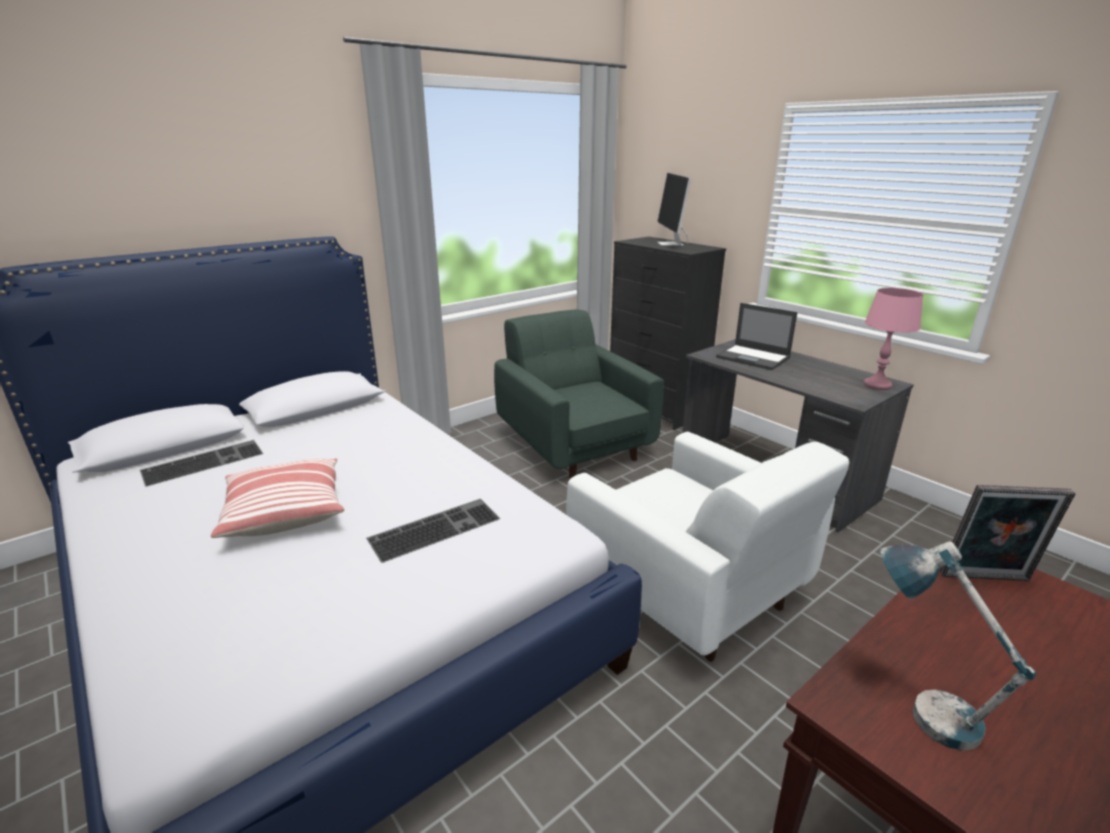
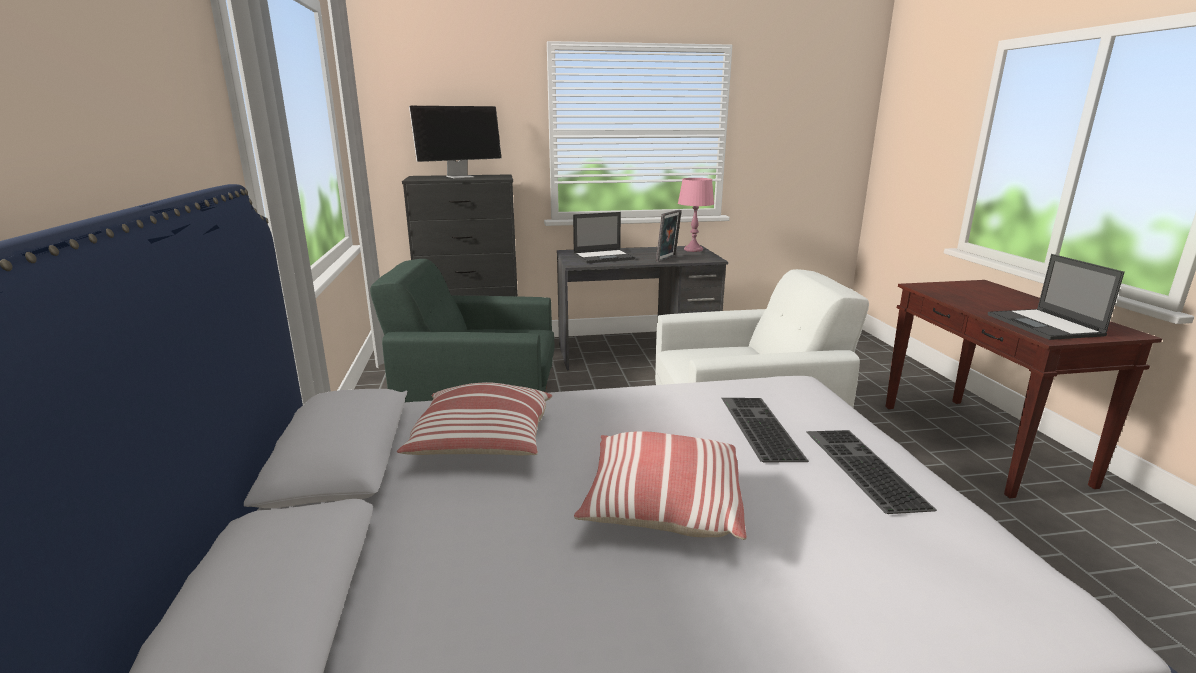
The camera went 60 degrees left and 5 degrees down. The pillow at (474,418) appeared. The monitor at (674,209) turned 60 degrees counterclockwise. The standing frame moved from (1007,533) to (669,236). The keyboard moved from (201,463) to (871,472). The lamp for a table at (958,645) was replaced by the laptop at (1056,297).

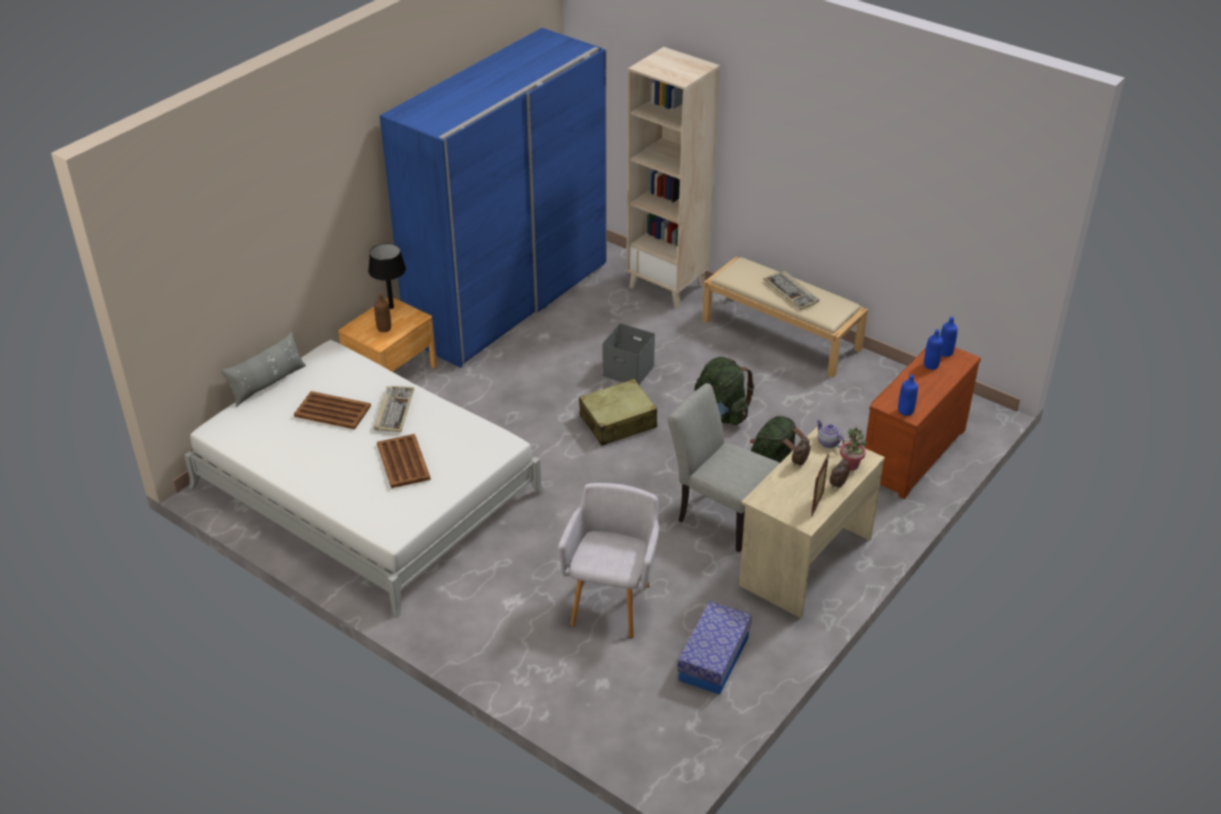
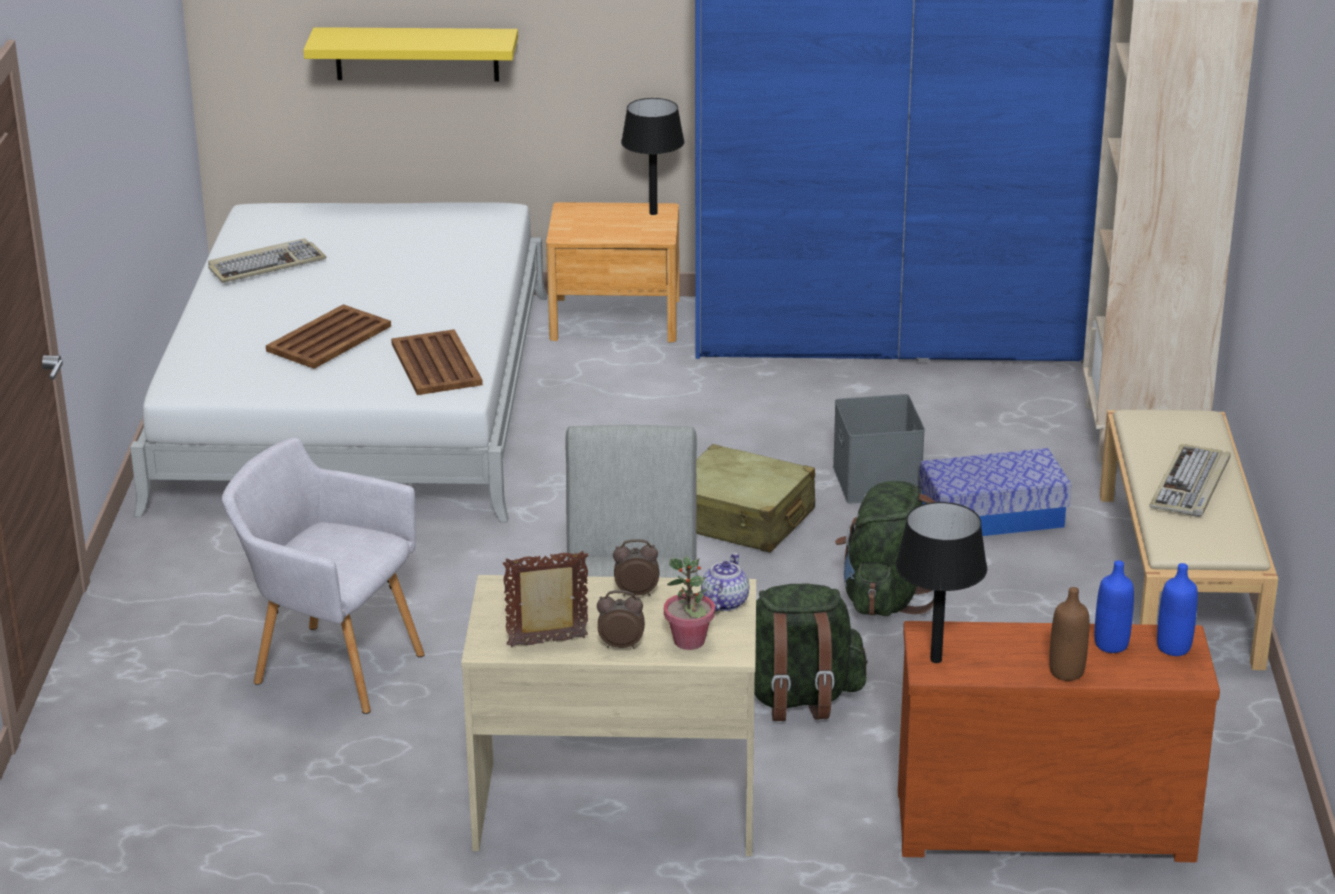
The camera went 55 degrees right and 10 degrees down. The keyboard moved from (394,409) to (267,260). The grey armchair at (608,561) turned 135 degrees counterclockwise. The yellow-coloured shelf at (410,54) appeared. The brown carrying tray moved from (332,410) to (437,362). The blue-coloured bottle at (908,395) was replaced by the black lamp for a table at (941,582). The storage bin moved from (714,648) to (995,492). The brown bottle moved from (382,313) to (1069,634). The grey pillow at (263,369) disappeared.

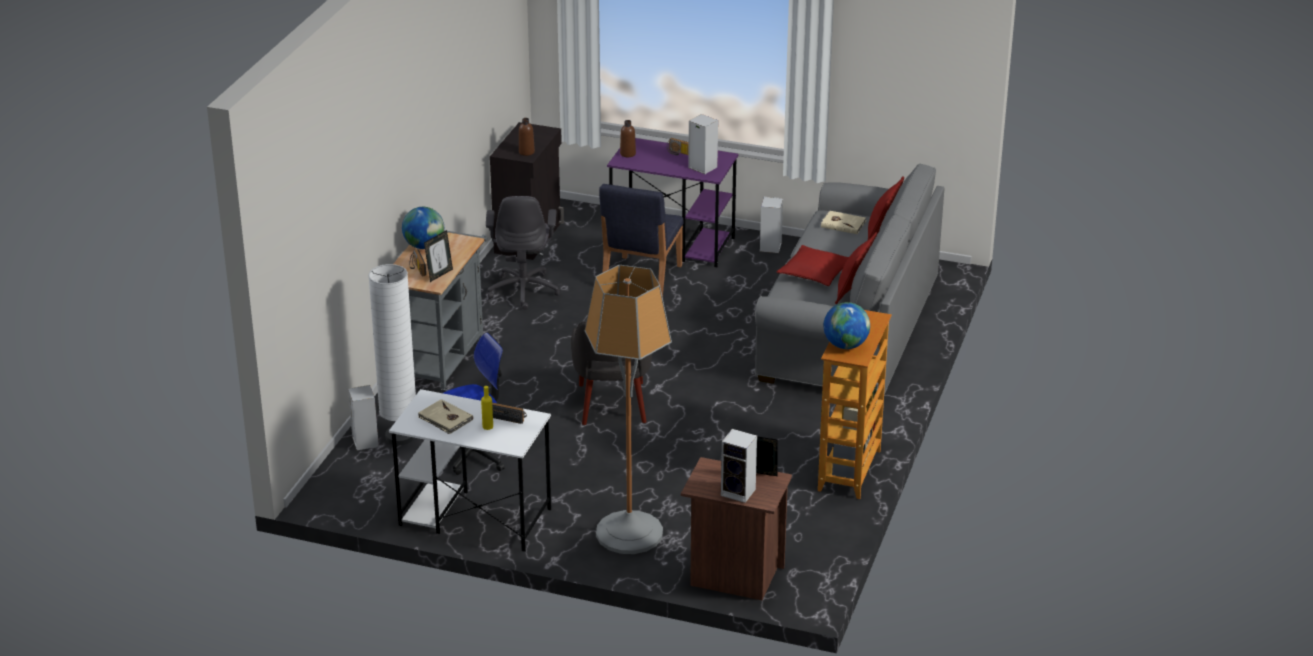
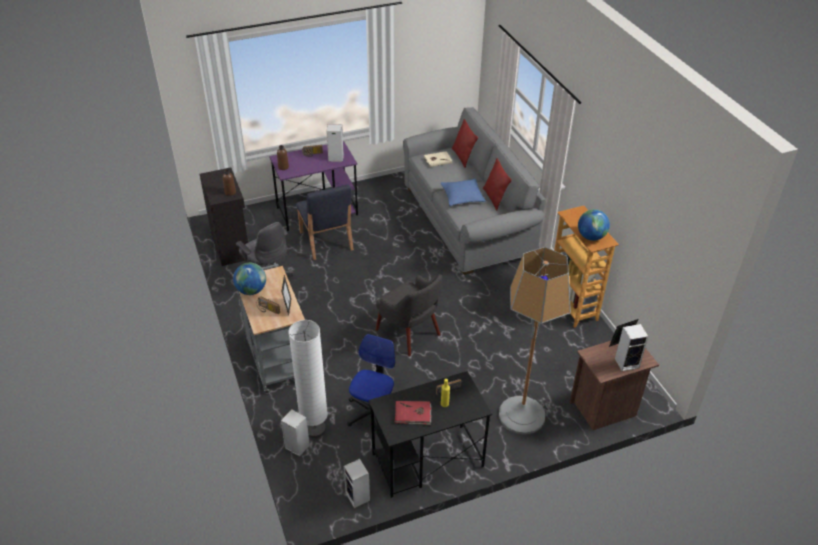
The camera went 40 degrees left and 10 degrees up. The speaker moved from (771,225) to (357,483). The white-coloured desk at (470,470) became the black desk at (430,434). The beige volume at (445,416) became the red volume at (413,413). The red pillow at (812,265) became the blue-coloured pillow at (463,192).

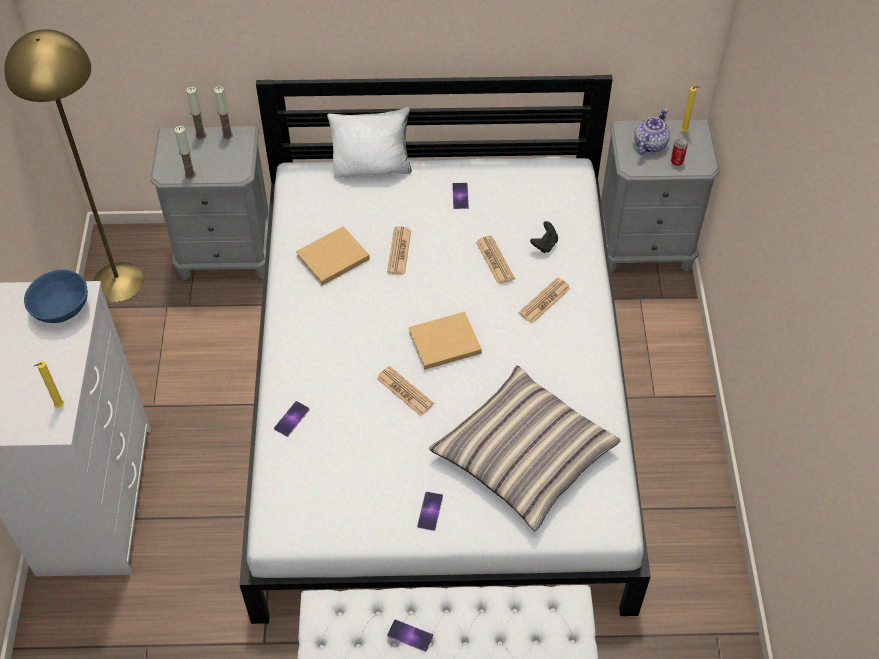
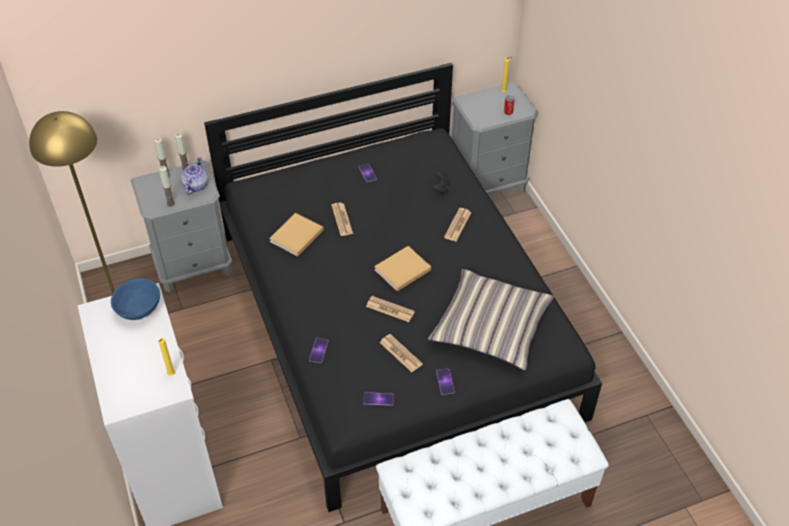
The camera went 20 degrees left and 5 degrees down. The tea pot moved from (652,131) to (194,176). The white-coloured bedroom bed at (445,349) became the black bedroom bed at (403,287). The handset moved from (410,635) to (378,399). The daily paper moved from (495,260) to (401,353). The white-coloured pillow at (369,142) disappeared.

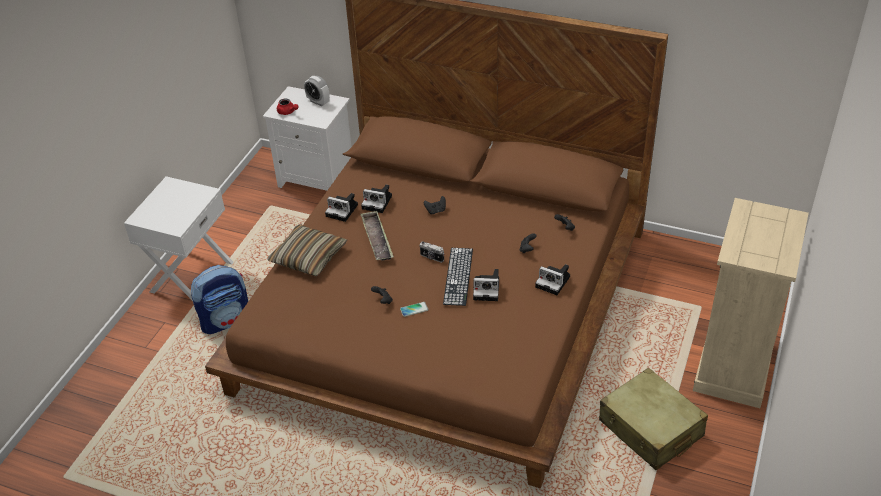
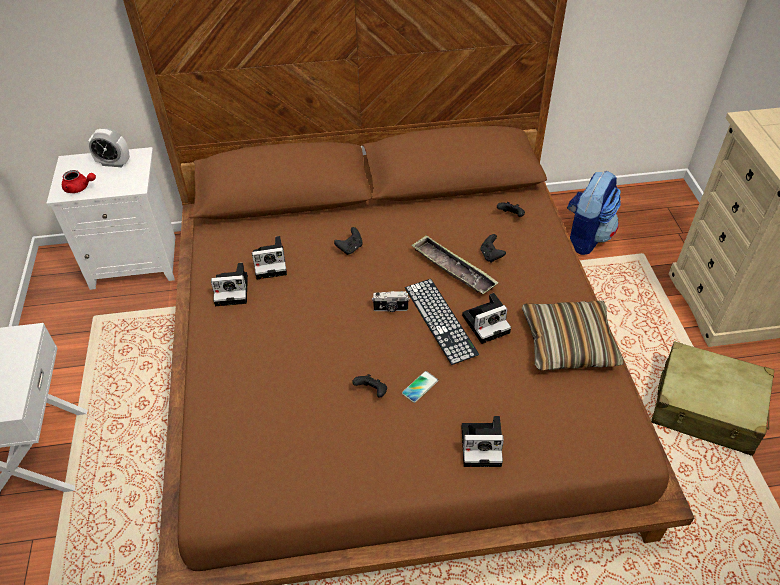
The camera went 30 degrees left and 5 degrees up. The carrying tray moved from (377,236) to (455,264). The still camera moved from (552,279) to (482,441). The pillow moved from (307,250) to (573,335). The rucksack moved from (219,299) to (594,213).

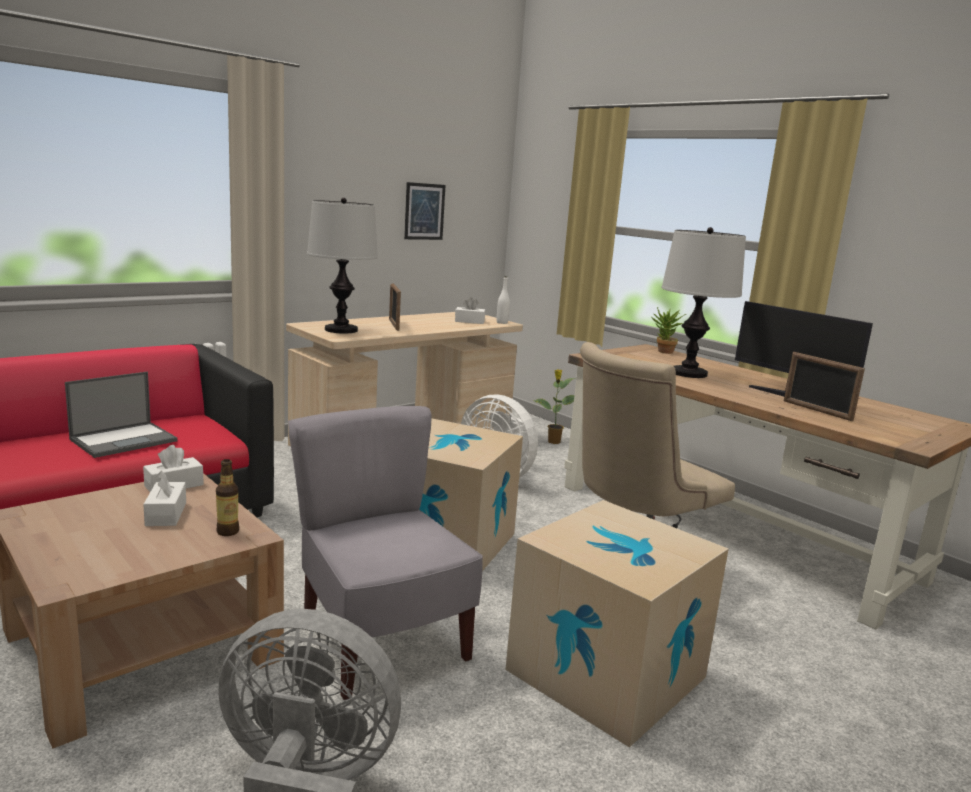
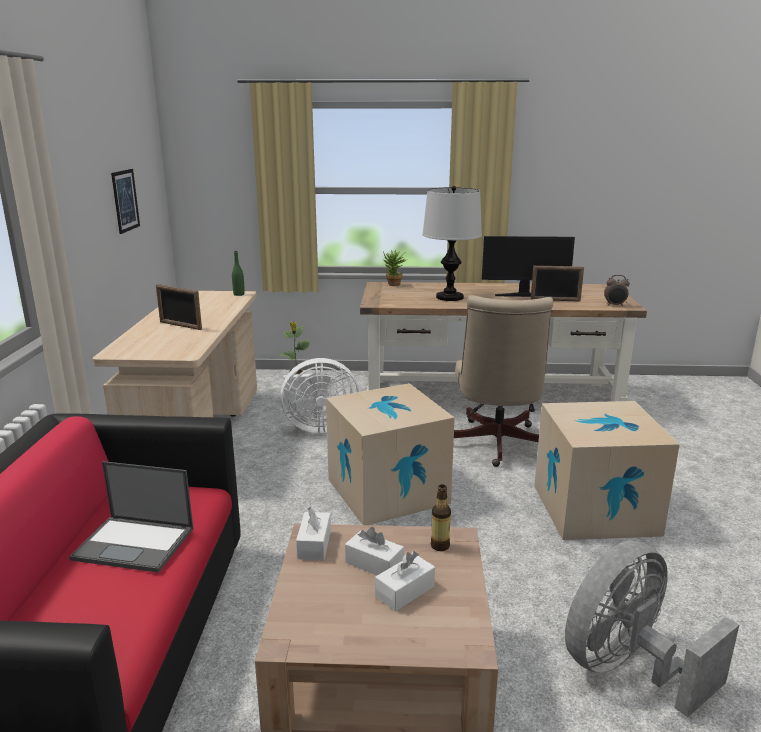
The camera went 45 degrees left and 5 degrees up. The laptop at (121,415) turned 105 degrees clockwise. The white-coloured bottle at (503,300) became the green bottle at (238,273). The white-coloured tissue holder moved from (470,310) to (405,581). The bedside clock at (617,290) appeared. The grey chair at (385,553) disappeared. The lamp for a table at (342,266) disappeared.

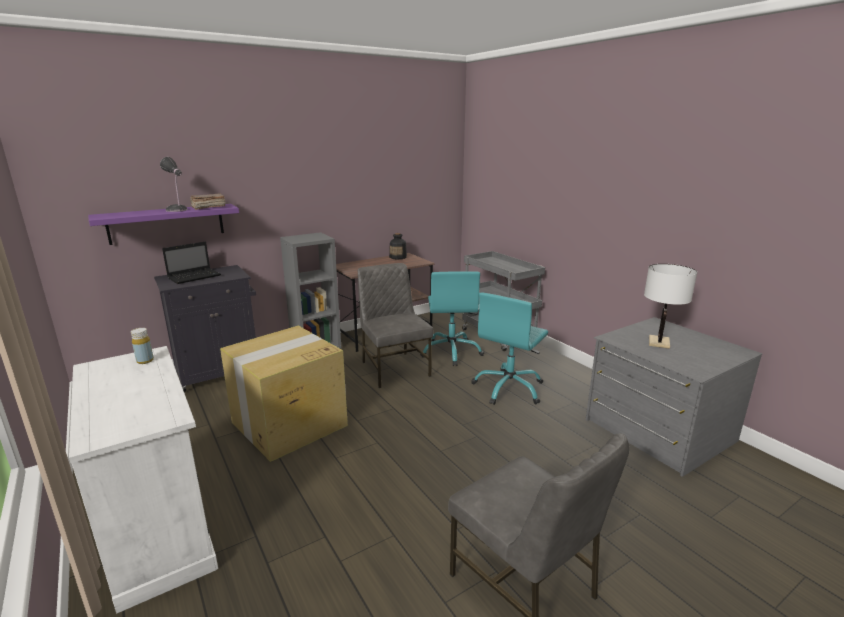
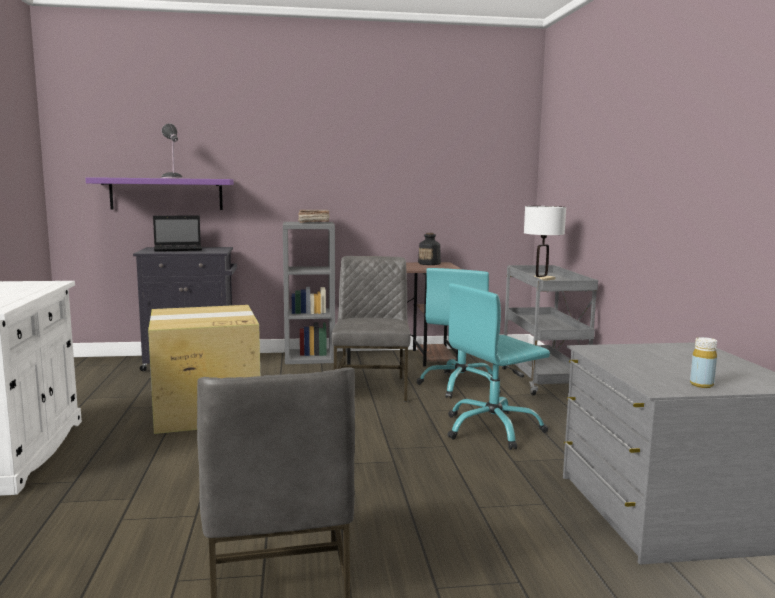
The camera went 25 degrees right and 10 degrees down. The brown volume moved from (208,202) to (314,216). The white-coloured lamp for a table moved from (670,306) to (545,243). The yellow-coloured bottle moved from (142,346) to (703,362).

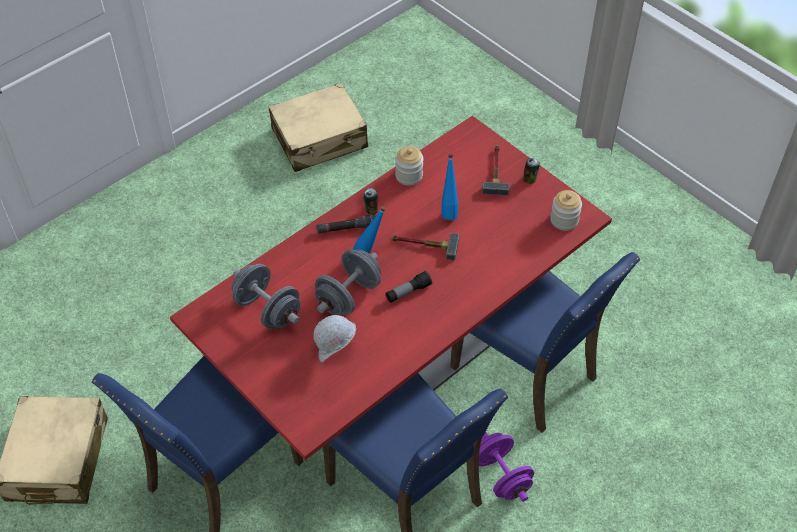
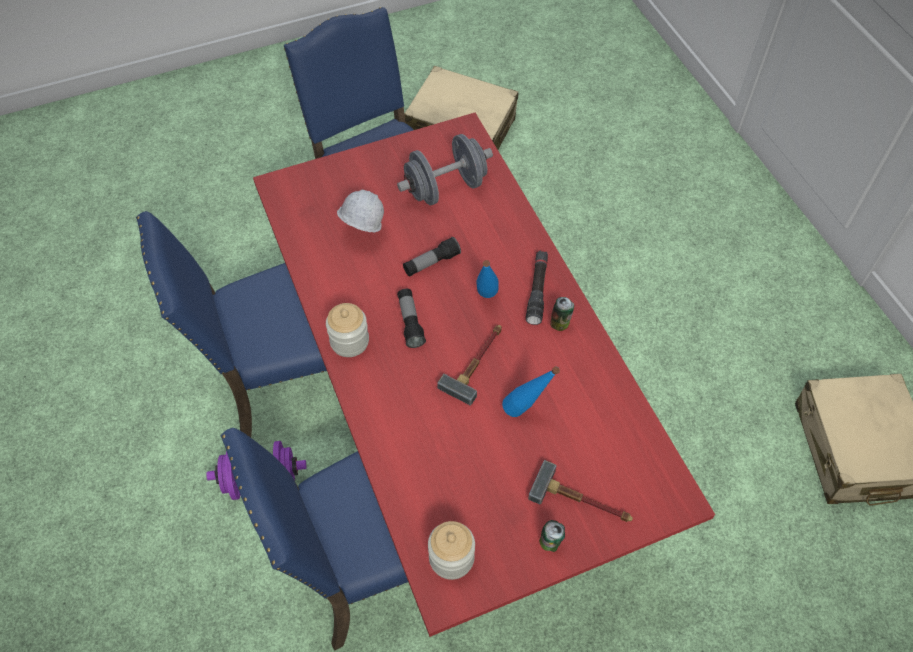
The camera went 110 degrees right and 5 degrees up. The storage jar moved from (409,166) to (347,330). The grey hand weight at (348,282) was replaced by the flashlight at (432,257).

